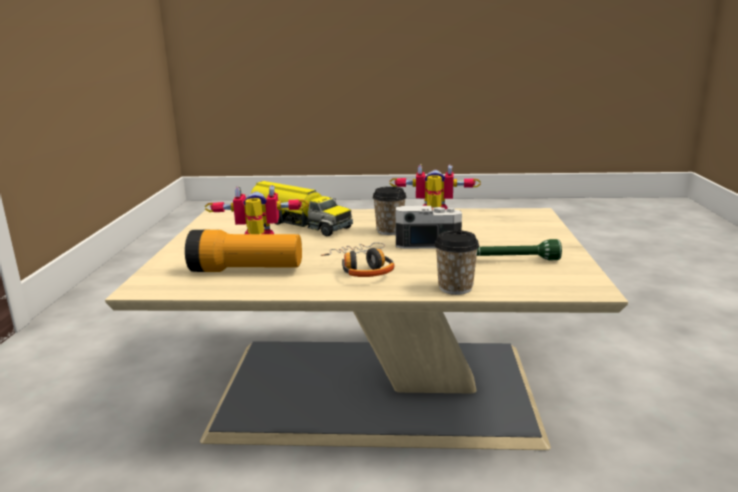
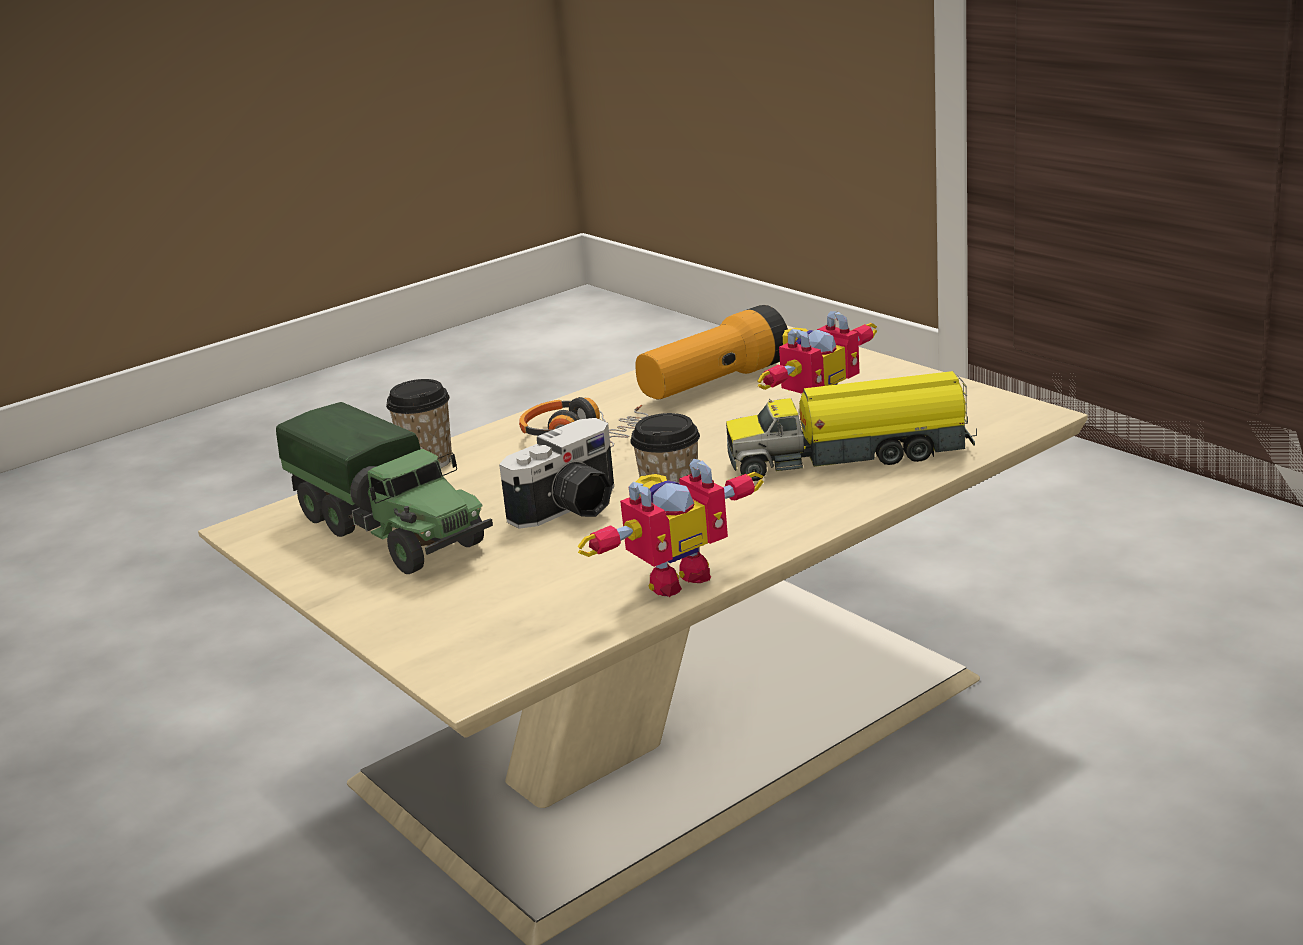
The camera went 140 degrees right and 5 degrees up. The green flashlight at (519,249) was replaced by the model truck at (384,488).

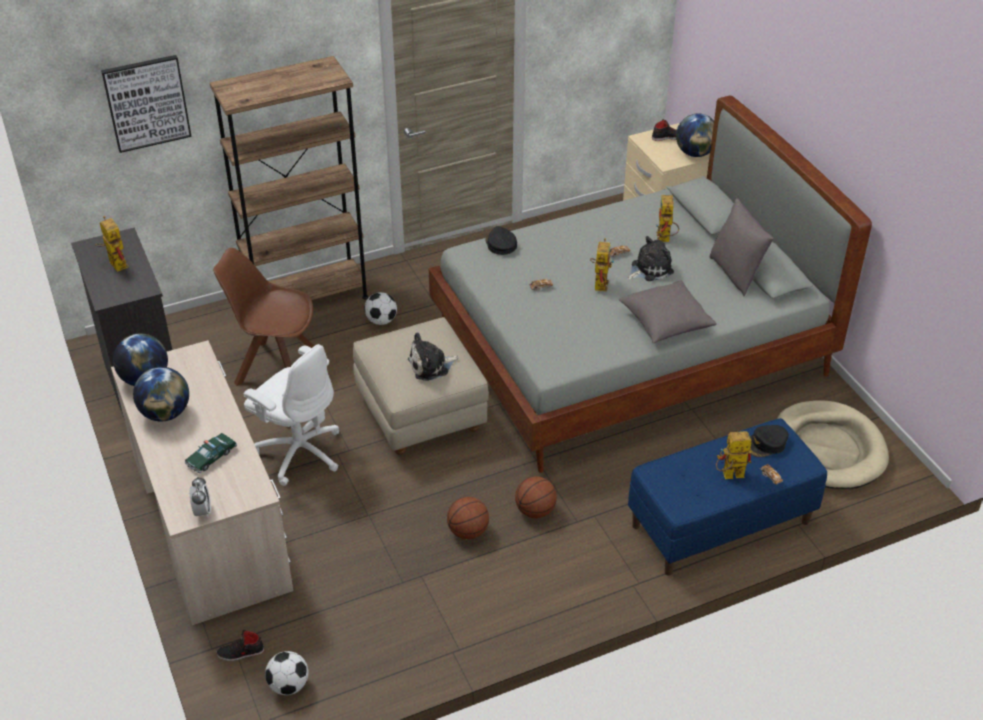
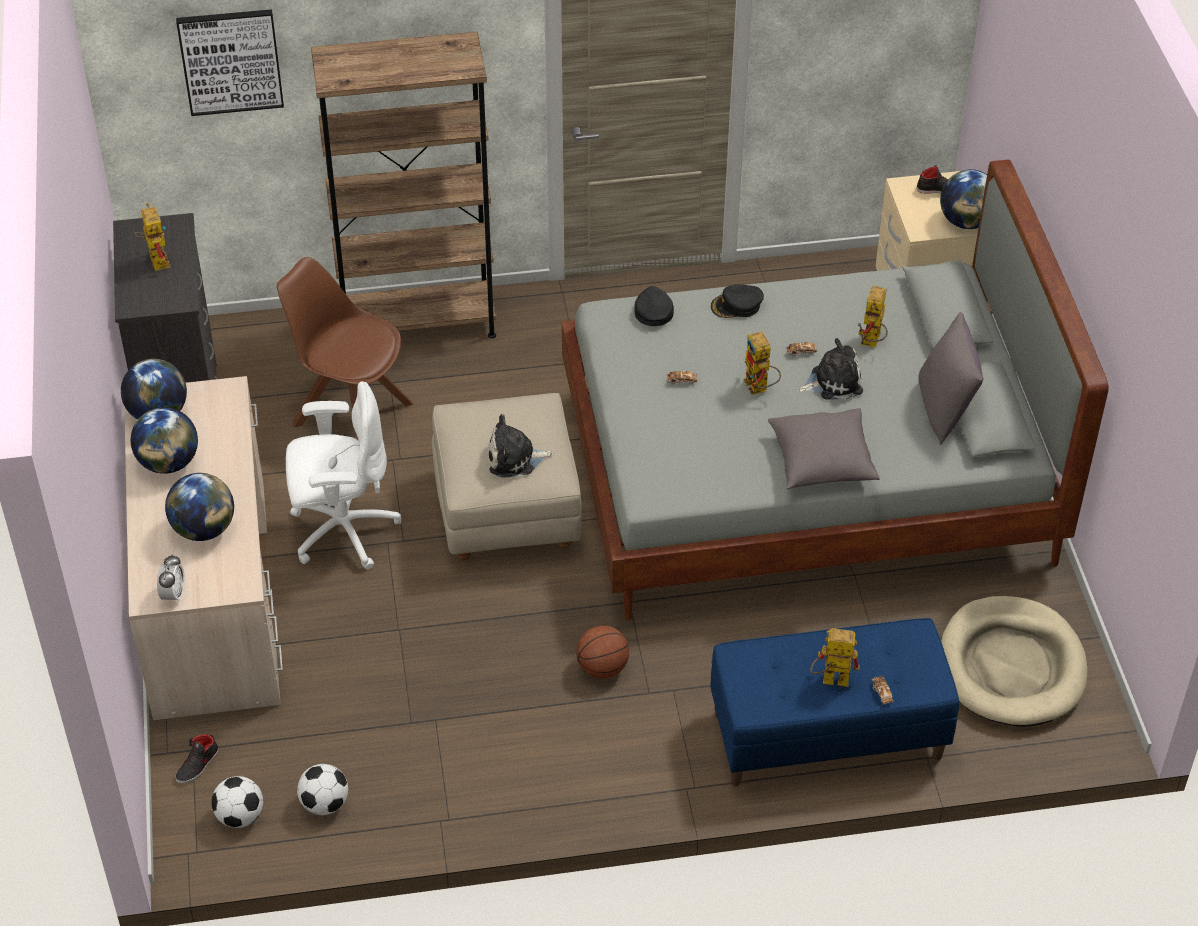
The camera went 15 degrees right and 5 degrees up. The miniature car at (211,453) was replaced by the desk globe at (199,507). The black shoe at (240,645) turned 60 degrees counterclockwise. The white-coloured office chair at (291,415) turned 60 degrees counterclockwise. The football moved from (380,308) to (322,789). The black baseball cap moved from (769,441) to (737,301). The model robot at (602,265) turned 135 degrees clockwise. The basketball at (468,518) disappeared.

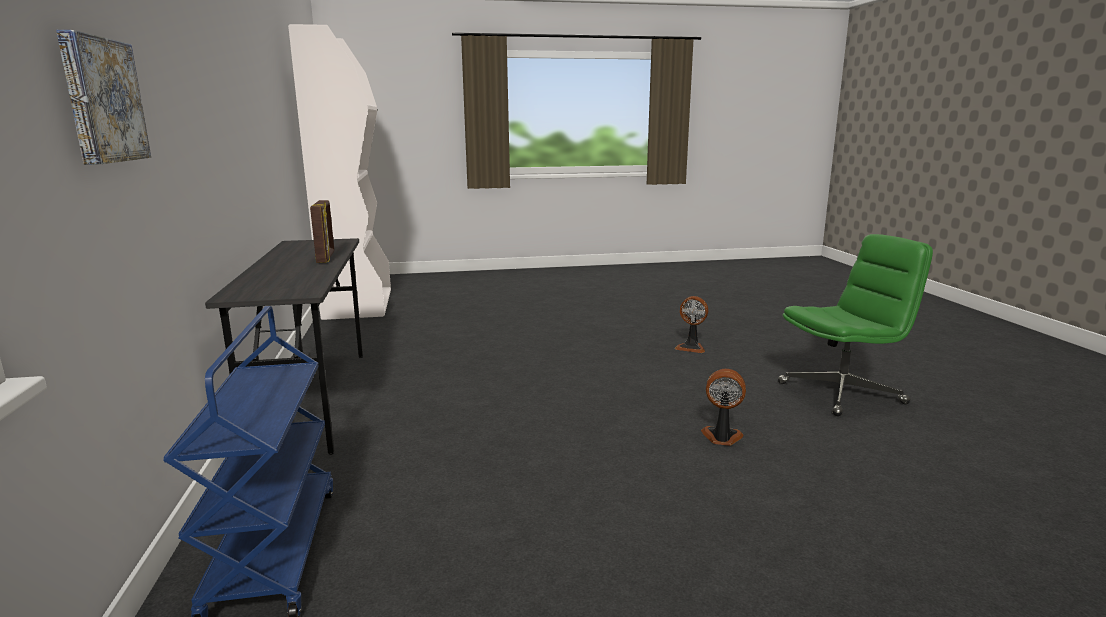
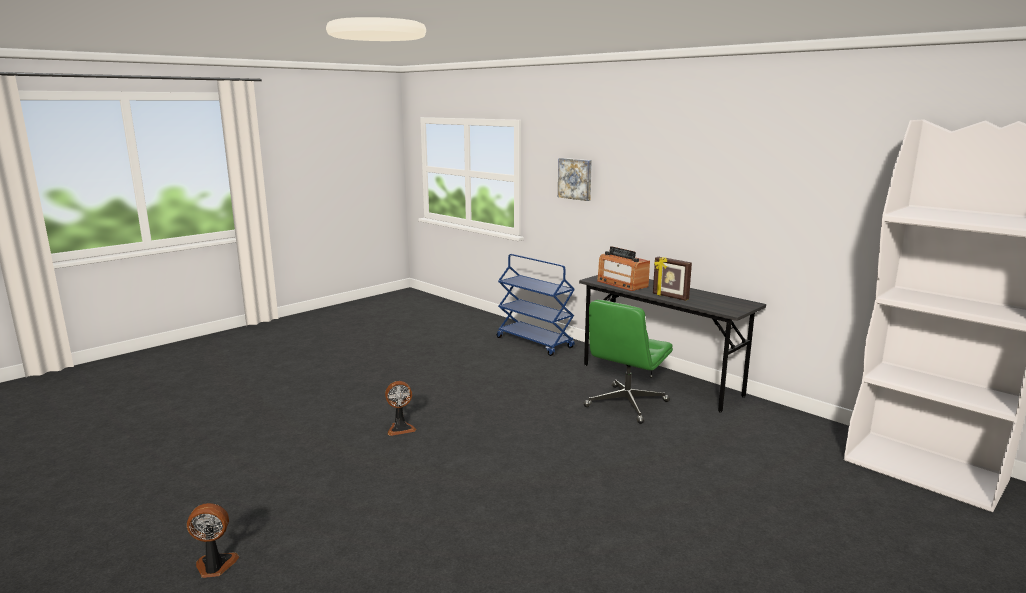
The camera went 145 degrees right and 0 degrees up. The cooling fan moved from (691,324) to (213,540). The green office chair moved from (855,325) to (628,362). The radio receiver at (623,268) appeared.

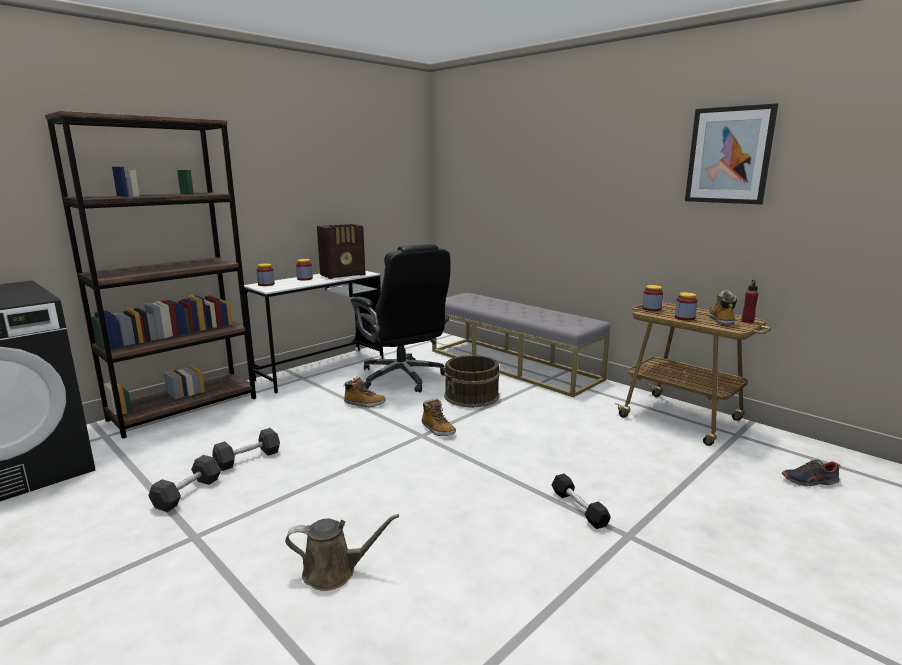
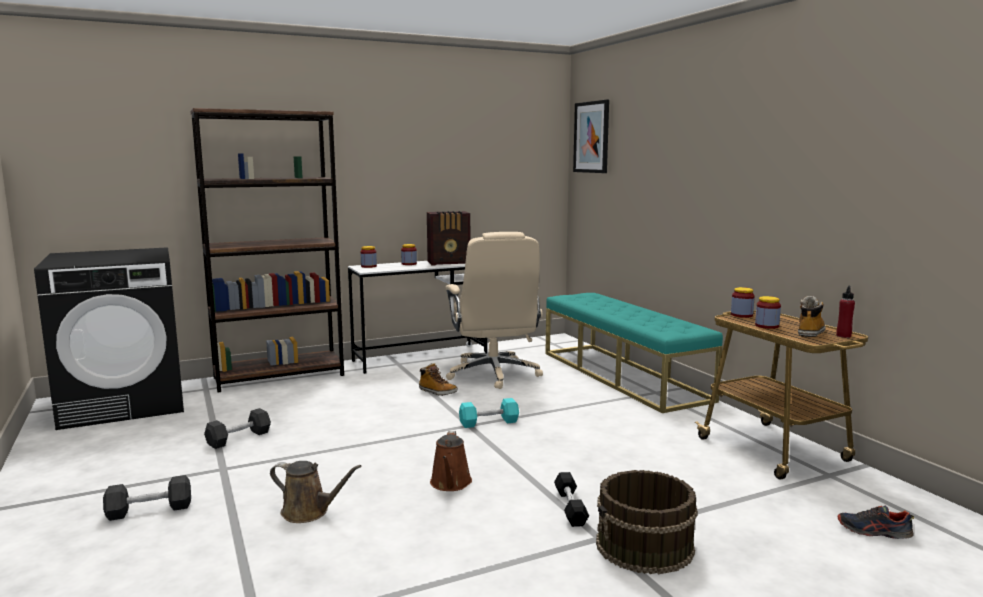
The camera went 20 degrees right and 5 degrees down. The black hand weight moved from (246,449) to (147,498). The brown watering pot at (451,461) appeared. The black office chair at (400,318) became the beige office chair at (494,310). The boot at (439,417) was replaced by the turquoise-coloured hand weight at (489,413). The grey bench at (521,345) became the turquoise-coloured bench at (634,353). The picture moved from (731,153) to (591,136). The brown bucket moved from (472,381) to (647,522).

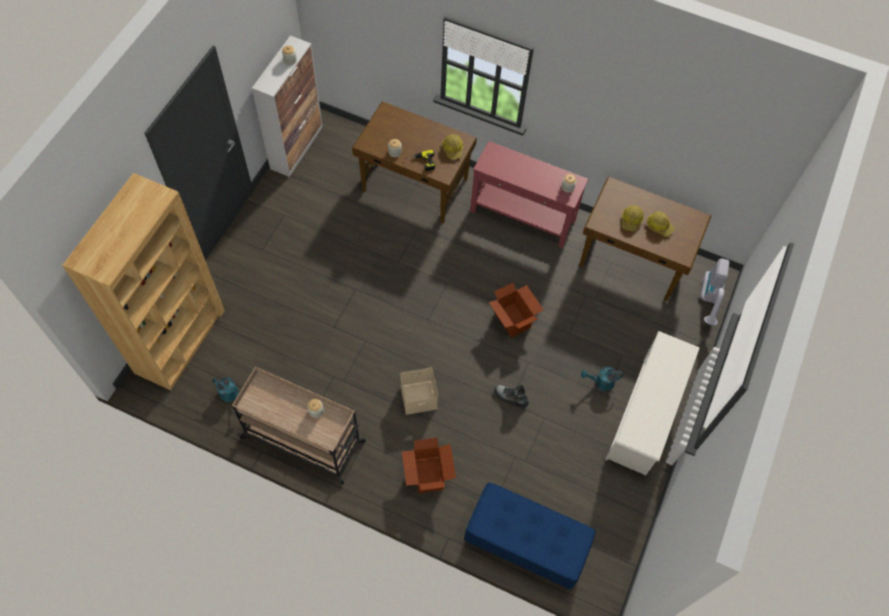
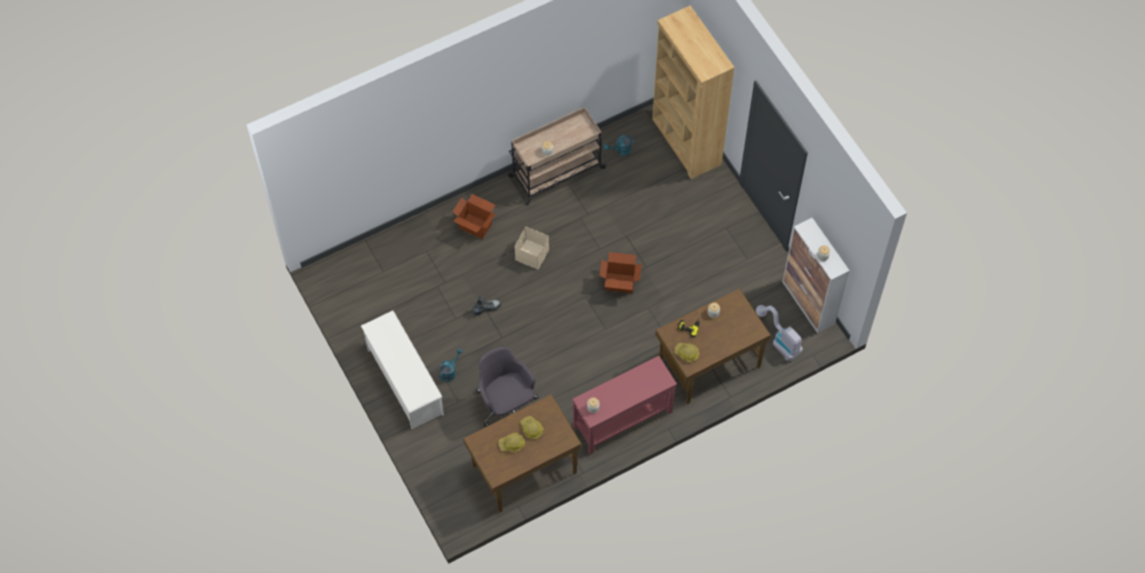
The camera went 130 degrees right and 0 degrees up. The grey office chair at (507,387) appeared. The cardboard box moved from (516,310) to (620,272). The vacuum moved from (714,291) to (779,333). The blue-coloured bench at (530,536) disappeared.

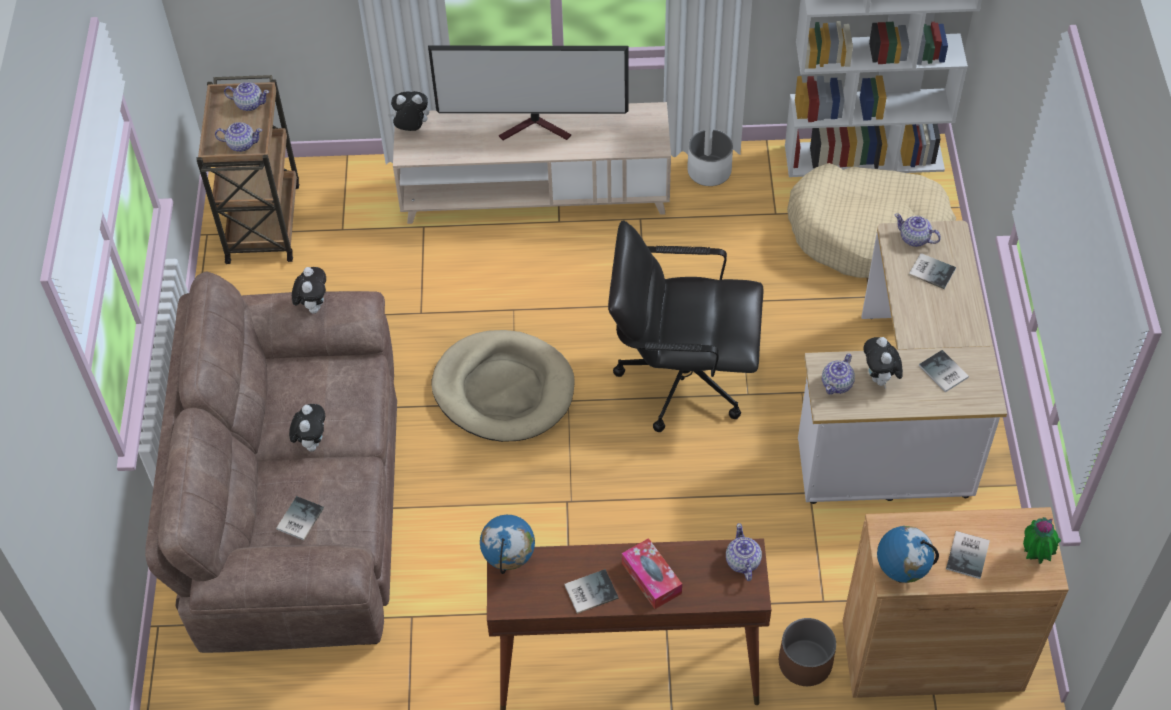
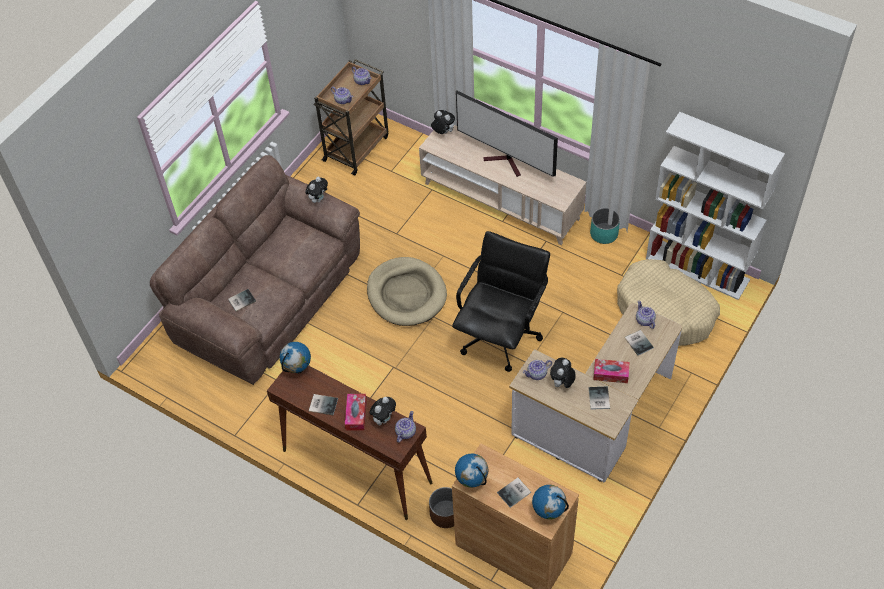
The camera went 35 degrees right and 0 degrees up. The soft toy moved from (307,428) to (382,411). The black office chair at (685,326) turned 75 degrees clockwise. The potted plant at (1042,540) was replaced by the desk globe at (550,502). The white-coloured plant pot at (710,157) became the turquoise-coloured plant pot at (605,226). The tissue holder at (611,371) appeared.

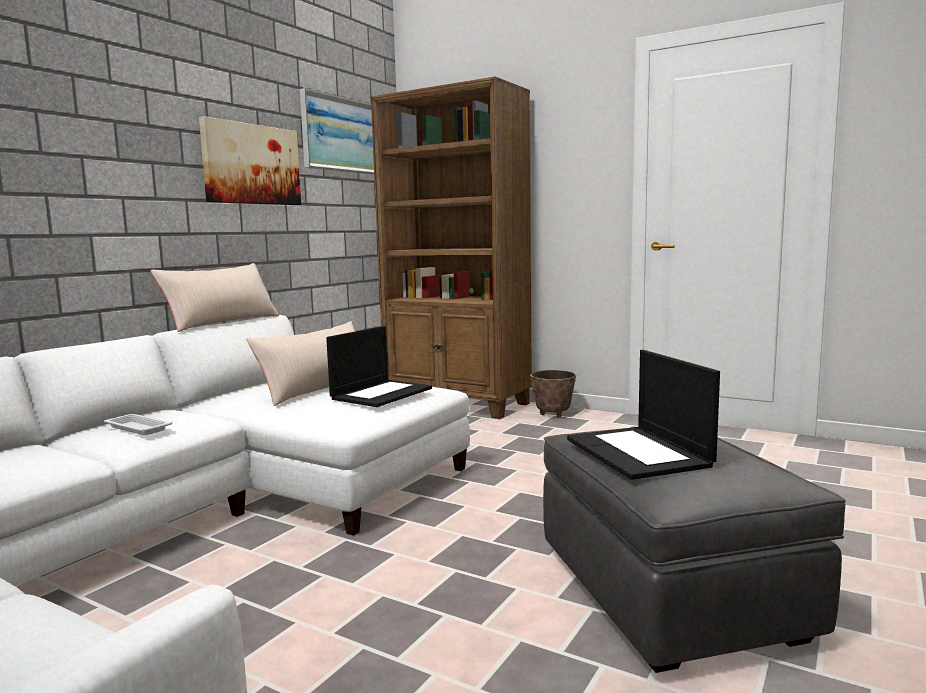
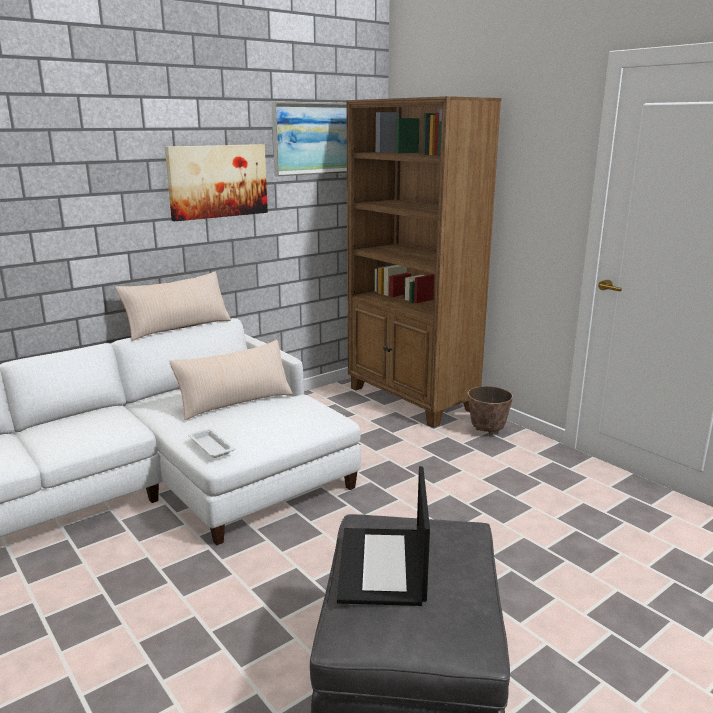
The camera went 20 degrees right and 10 degrees up. The white-coloured carrying tray moved from (138,424) to (212,443). The laptop at (379,366) disappeared.

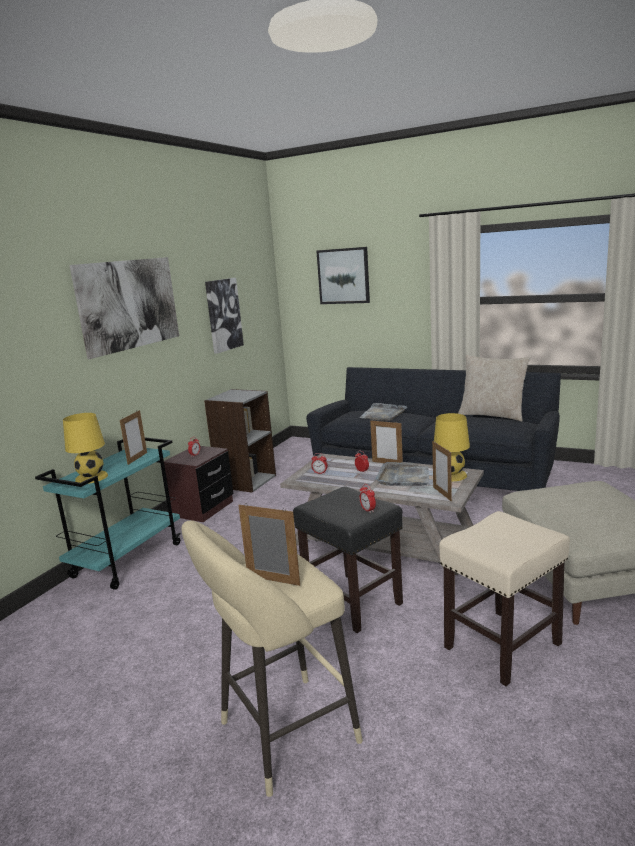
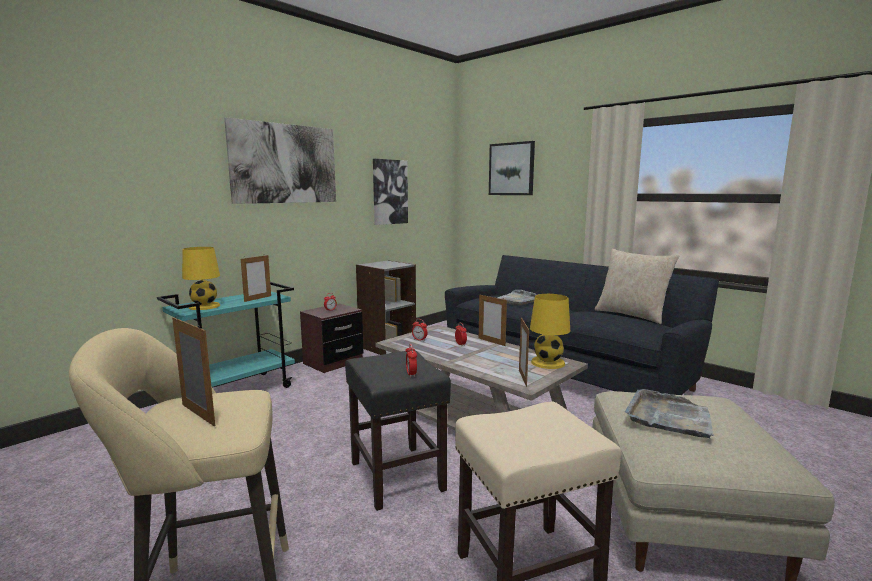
The camera went 15 degrees right and 5 degrees down. The grey carrying tray moved from (402,474) to (669,413).

